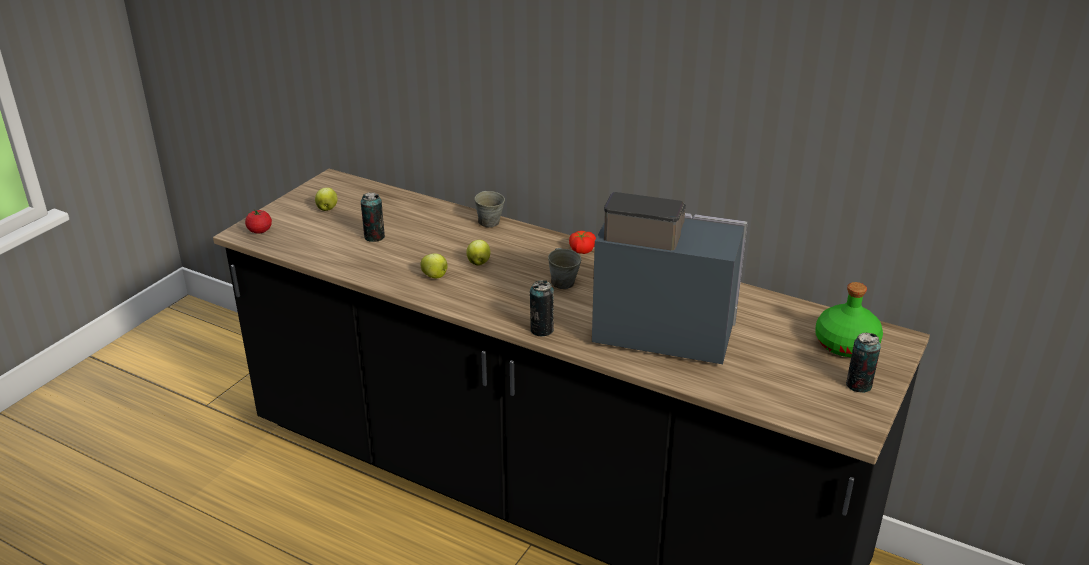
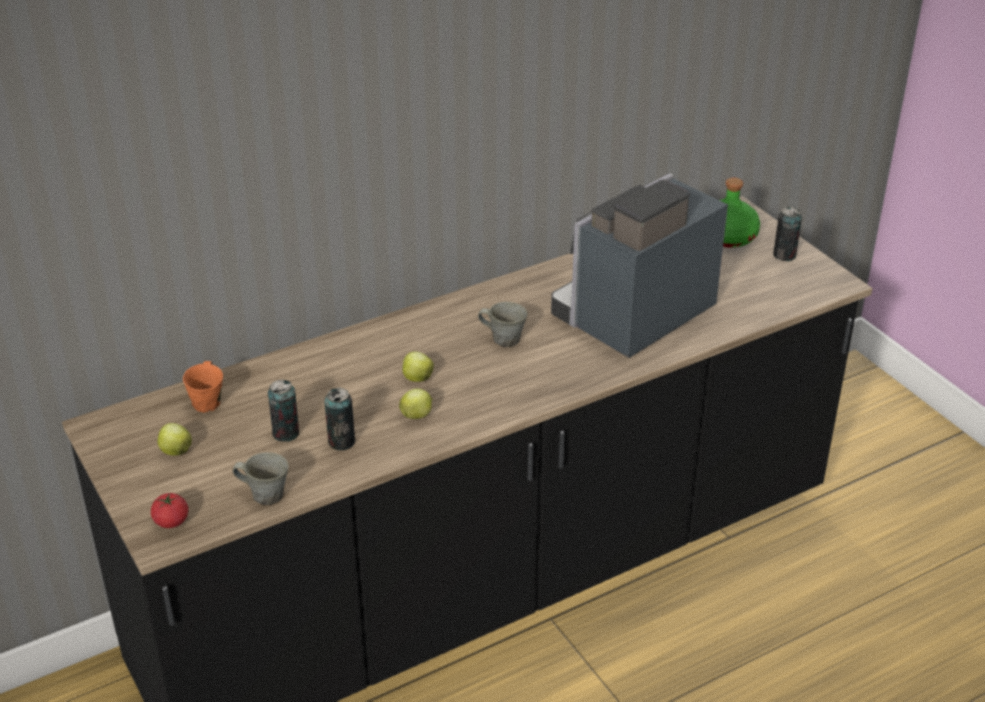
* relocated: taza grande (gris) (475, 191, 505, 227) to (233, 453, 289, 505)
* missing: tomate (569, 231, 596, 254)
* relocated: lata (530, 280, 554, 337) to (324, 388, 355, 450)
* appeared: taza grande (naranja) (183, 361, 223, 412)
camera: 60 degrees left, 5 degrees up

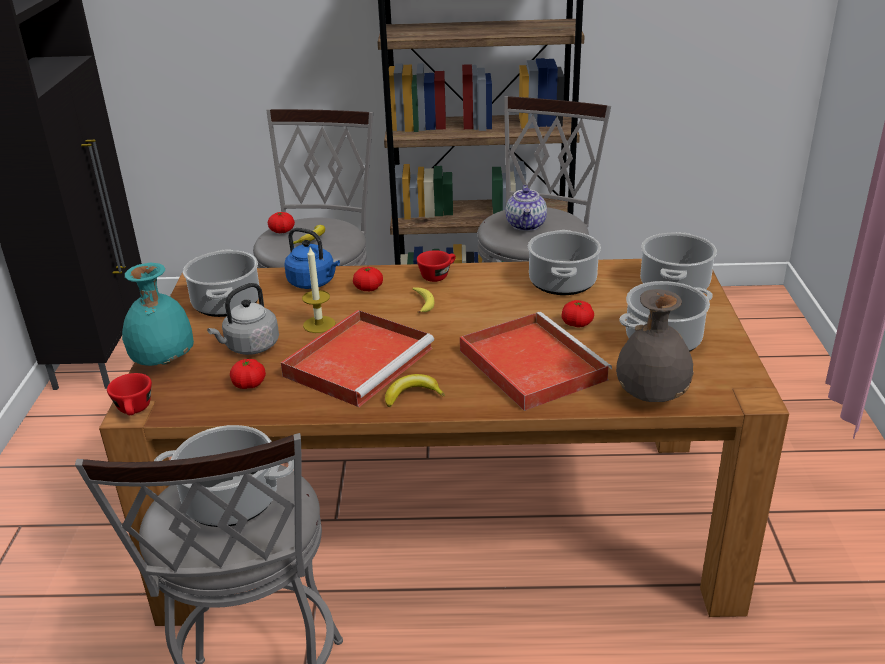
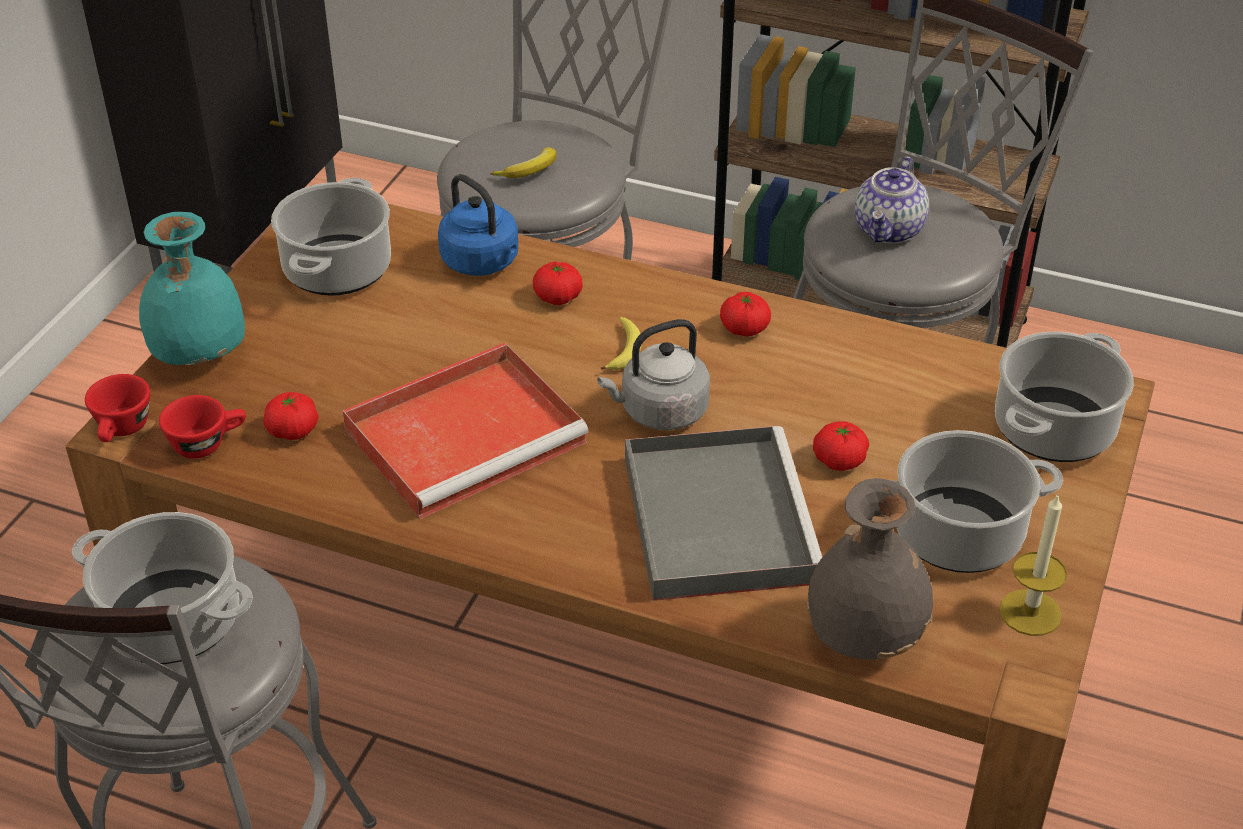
* relocated: tomate (268, 212, 295, 233) to (720, 292, 771, 337)
* missing: olla (528, 230, 601, 295)
* relocated: vela (302, 247, 335, 333) to (999, 493, 1067, 636)
* relocated: taza (rojo) (417, 250, 456, 282) to (159, 395, 246, 459)
* relocated: hervidor (gris) (207, 283, 279, 355) to (597, 319, 710, 430)
* colour: bandeja (rojo) (460, 312, 612, 411) to bandeja (gris) (625, 426, 822, 601)
* missing: plátano (385, 374, 445, 407)
camera: 20 degrees right, 10 degrees up

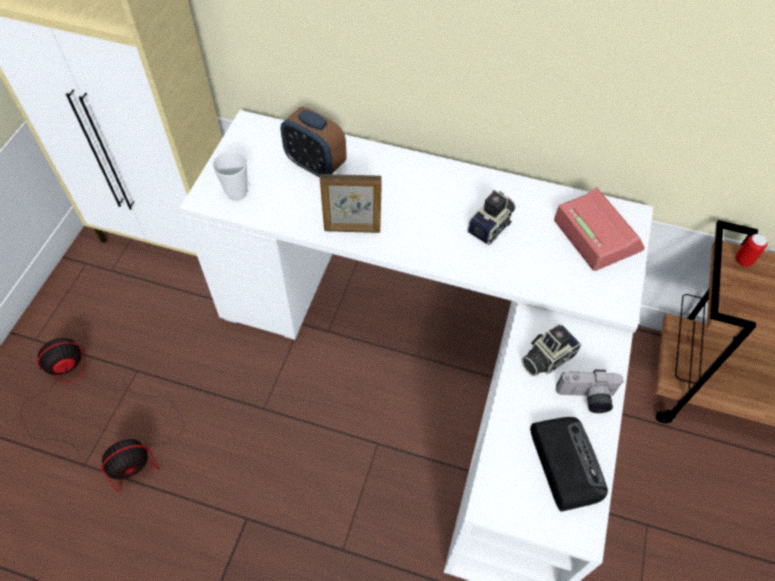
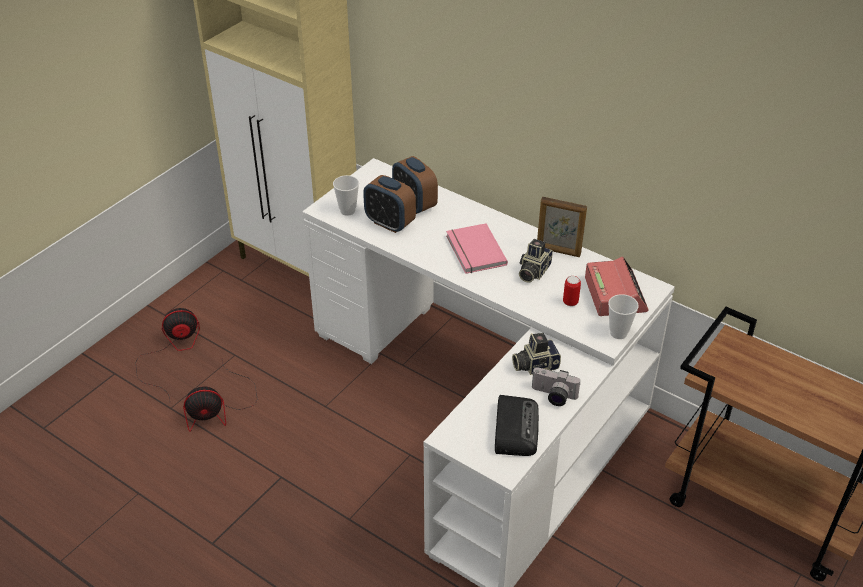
* relocated: portarretratos (320, 174, 382, 233) to (537, 197, 587, 257)
* spun: cámara (468, 189, 515, 245) = (519, 239, 553, 283) 150 degrees clockwise
* relocated: lata (735, 234, 768, 267) to (563, 276, 581, 306)
* appeared: despertador (363, 175, 416, 233)
* appeared: libro (rosa) (446, 223, 508, 274)
* appeared: taza (608, 294, 639, 339)
camera: 20 degrees right, 15 degrees down

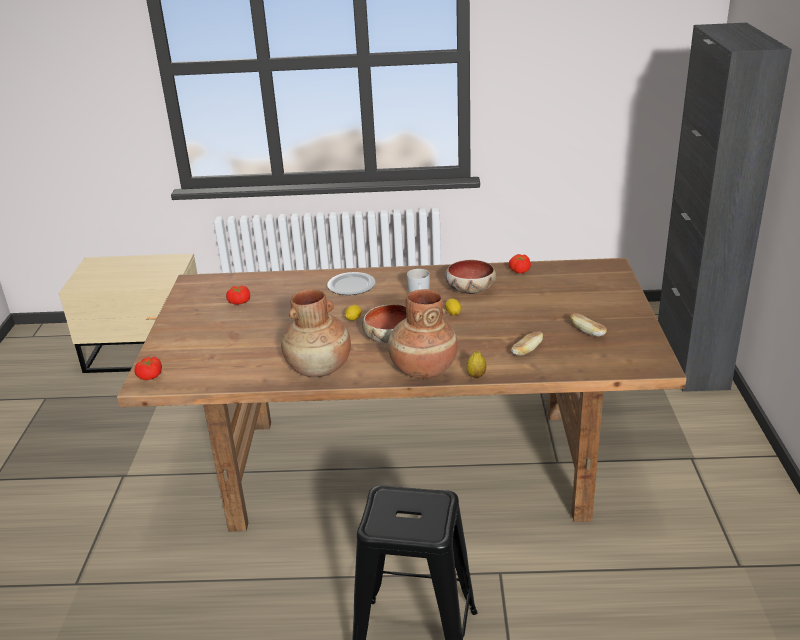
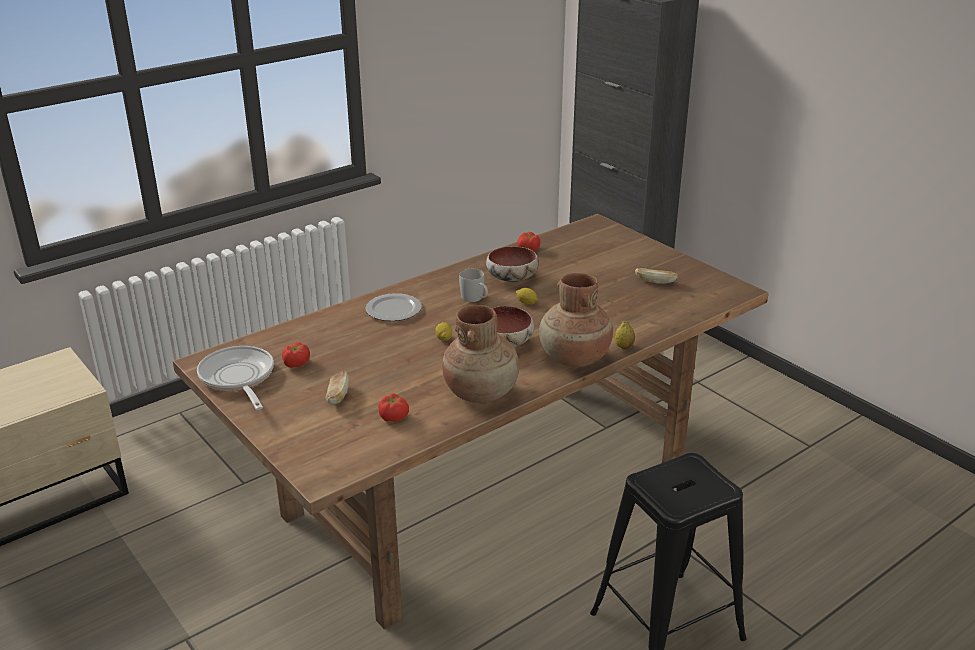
* relocated: pan (511, 331, 543, 356) to (326, 371, 349, 404)
* relocated: tomate (134, 357, 162, 380) to (378, 393, 409, 422)
* appeared: sartén (197, 346, 274, 410)
camera: 40 degrees left, 0 degrees up

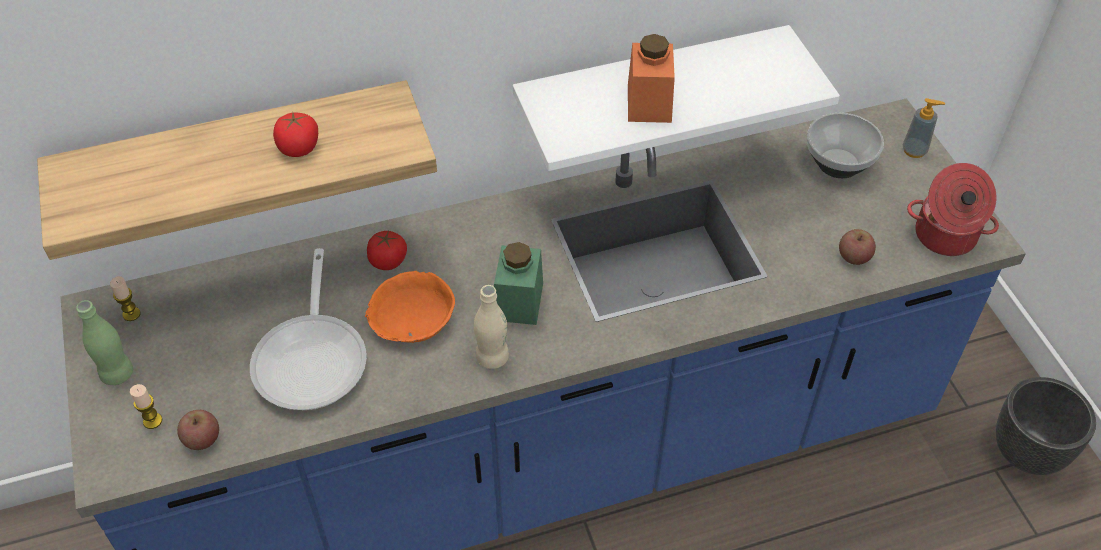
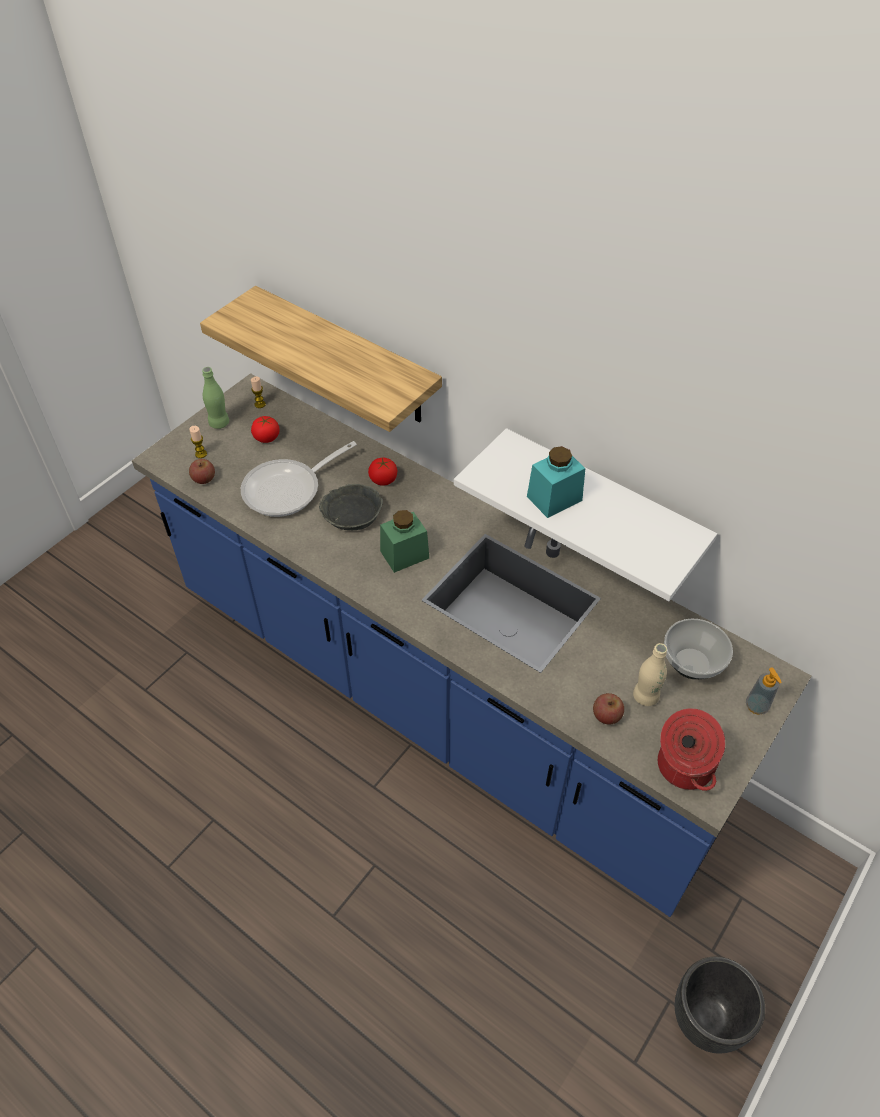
* colour: tarro (naranja) (628, 34, 675, 123) to tarro (turquesa) (527, 446, 585, 518)
* relocated: tomate (273, 112, 318, 157) to (251, 416, 280, 443)
* colour: cuenco (naranja) (365, 271, 455, 343) to cuenco (gris) (319, 484, 383, 530)
* relocated: botella (beis) (474, 285, 509, 369) to (633, 643, 667, 706)
camera: 55 degrees right, 0 degrees up

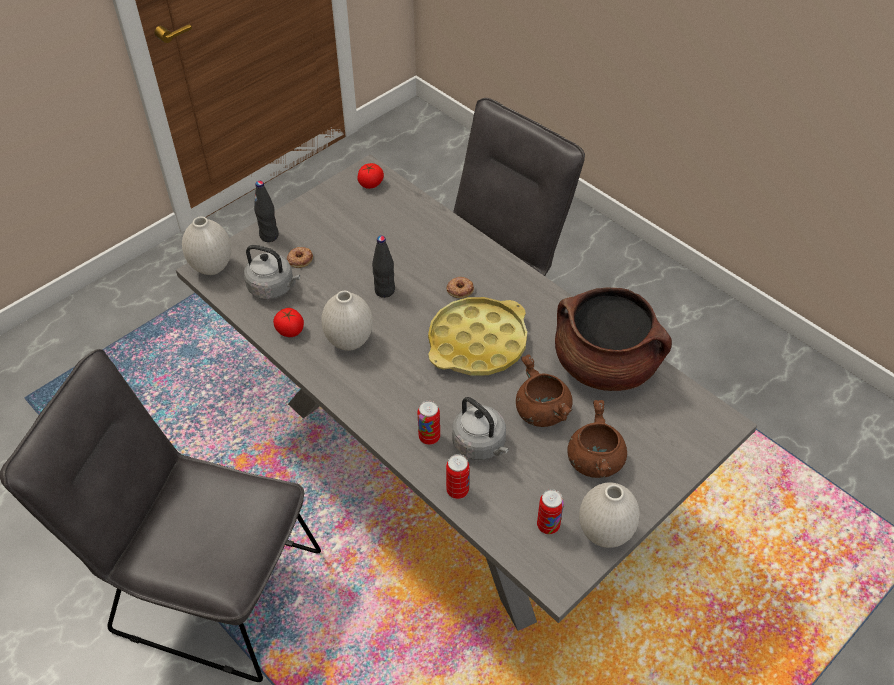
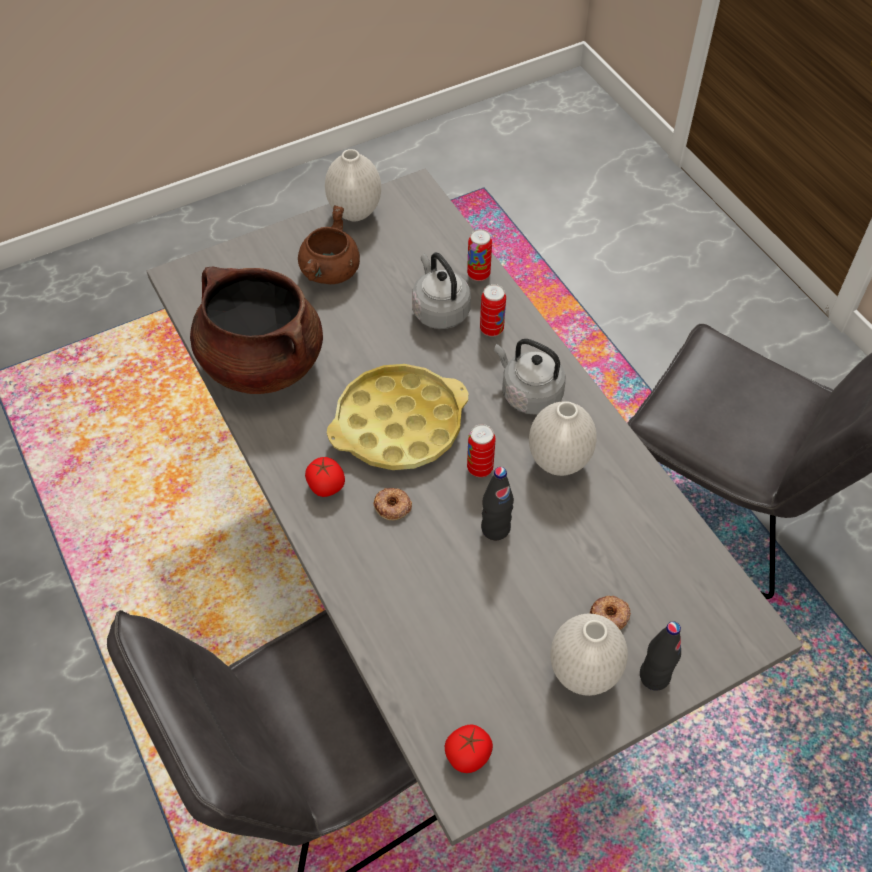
* relocated: florero (blanco) (182, 217, 231, 275) to (550, 614, 628, 696)
* relocated: hervidor (gris) (244, 245, 300, 300) to (494, 339, 566, 415)
* relocated: tomate (273, 308, 304, 337) to (305, 457, 345, 497)
* missing: olla (marrón) (516, 354, 573, 427)
* relocated: lata (537, 489, 564, 535) to (467, 424, 496, 477)
camera: 165 degrees left, 5 degrees up

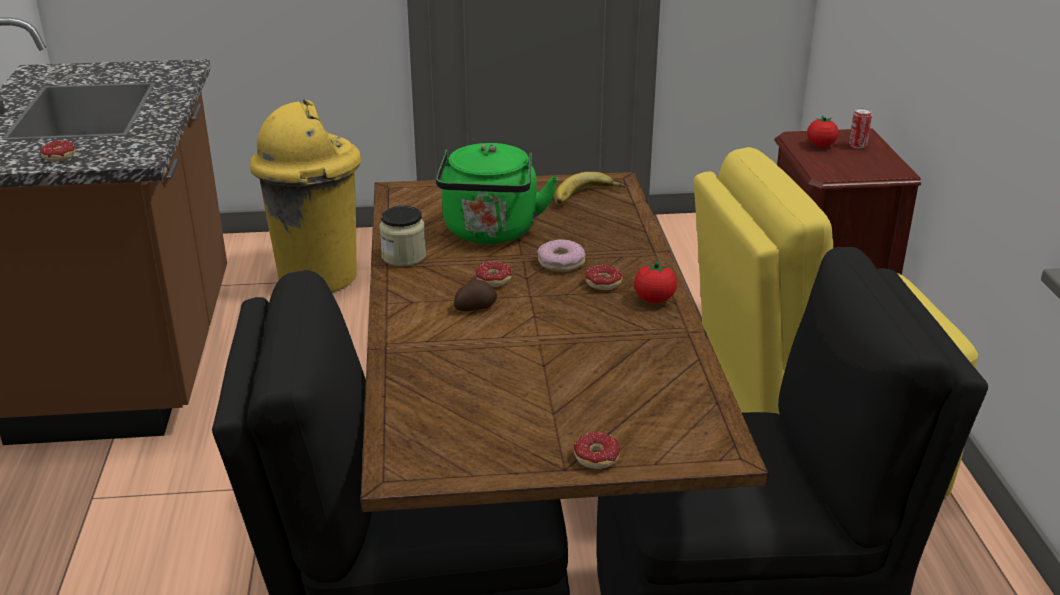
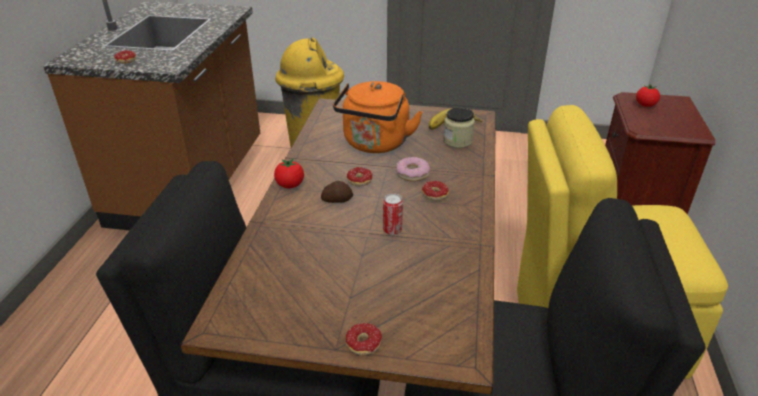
* relocated: lata (849, 108, 872, 148) to (383, 193, 403, 235)
* colour: hervidor (verde) (436, 143, 558, 244) to hervidor (naranja) (333, 81, 423, 153)
* relocated: tarro (379, 206, 426, 266) to (443, 107, 475, 148)
* relocated: tomate (634, 260, 677, 303) to (274, 158, 304, 188)
camera: 15 degrees right, 5 degrees up

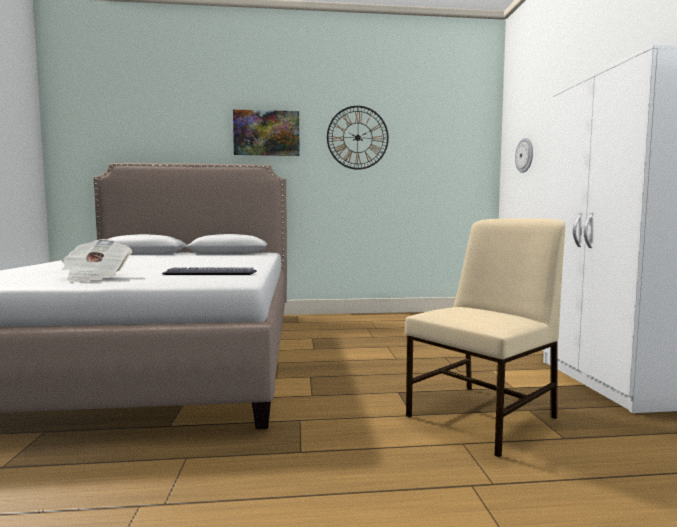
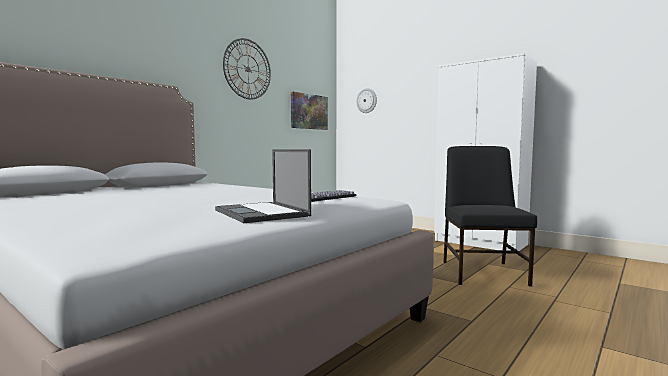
* relocated: cuadro (233, 110, 300, 156) to (291, 92, 328, 130)
* colour: silla (beis) (405, 218, 565, 457) to silla (negro) (443, 146, 537, 287)
* exchanged: periódico (62, 239, 132, 283) to portátil (215, 149, 311, 223)
camera: 45 degrees left, 0 degrees up

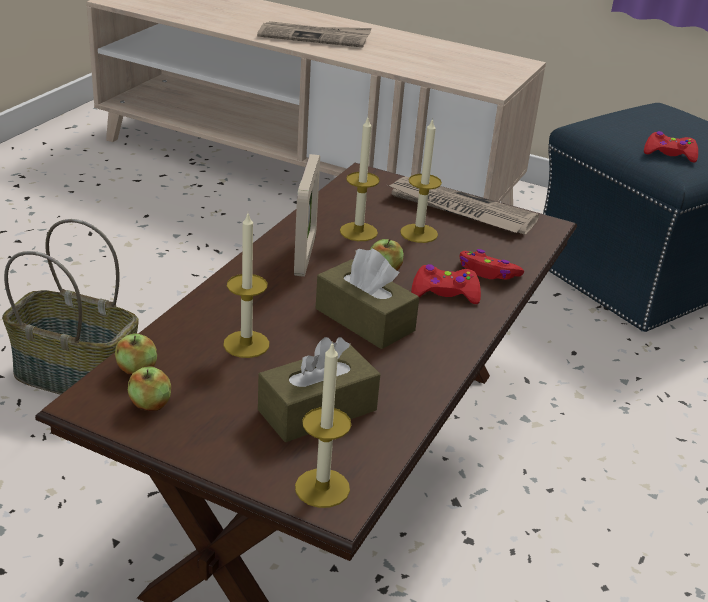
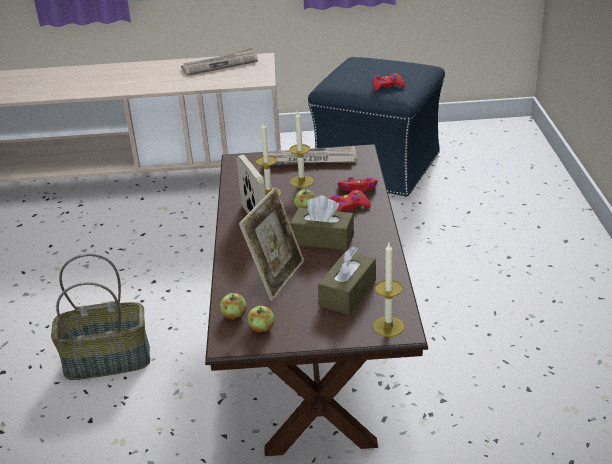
* relocated: periódico (257, 21, 371, 47) to (181, 48, 258, 76)
* exchanged: vela (223, 214, 269, 358) to portarretratos (239, 187, 304, 301)
camera: 25 degrees left, 0 degrees up

